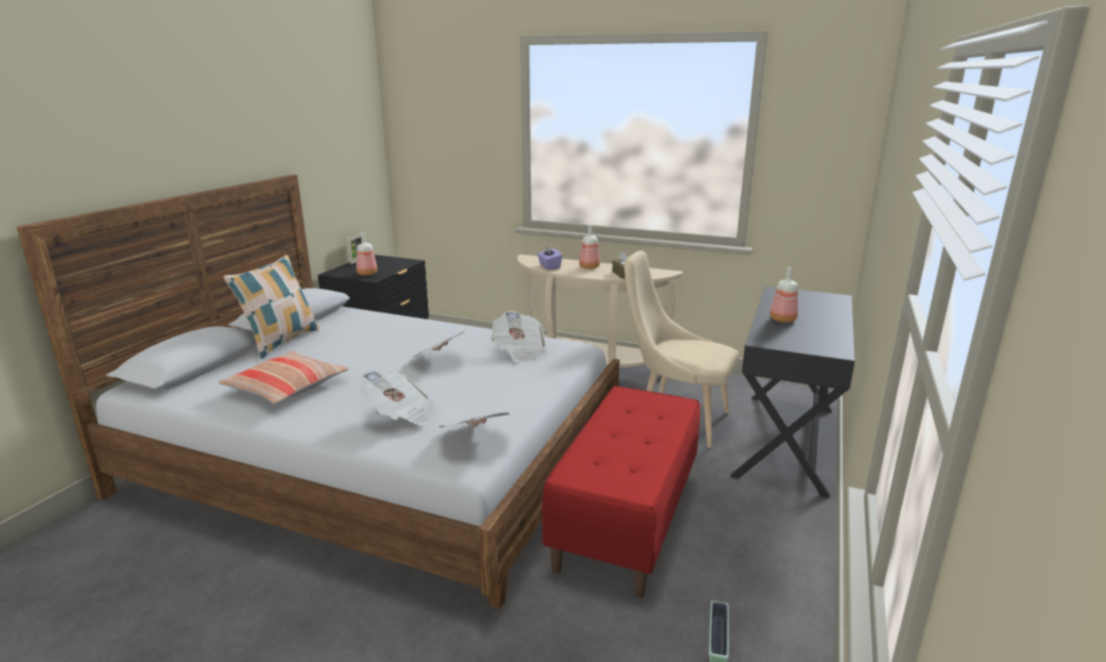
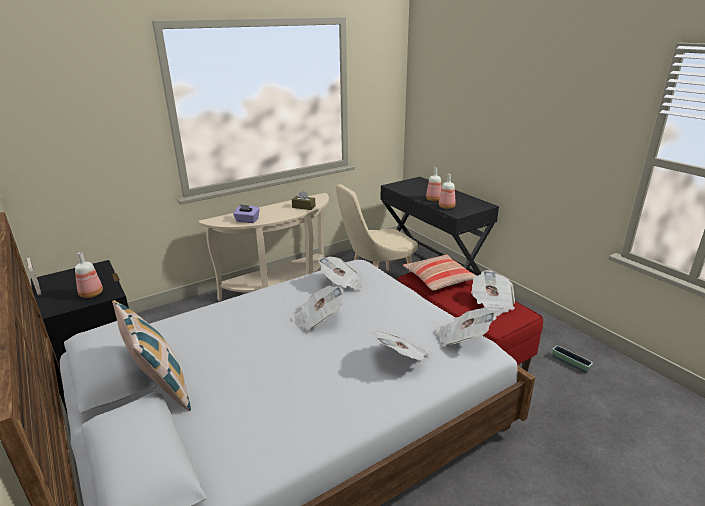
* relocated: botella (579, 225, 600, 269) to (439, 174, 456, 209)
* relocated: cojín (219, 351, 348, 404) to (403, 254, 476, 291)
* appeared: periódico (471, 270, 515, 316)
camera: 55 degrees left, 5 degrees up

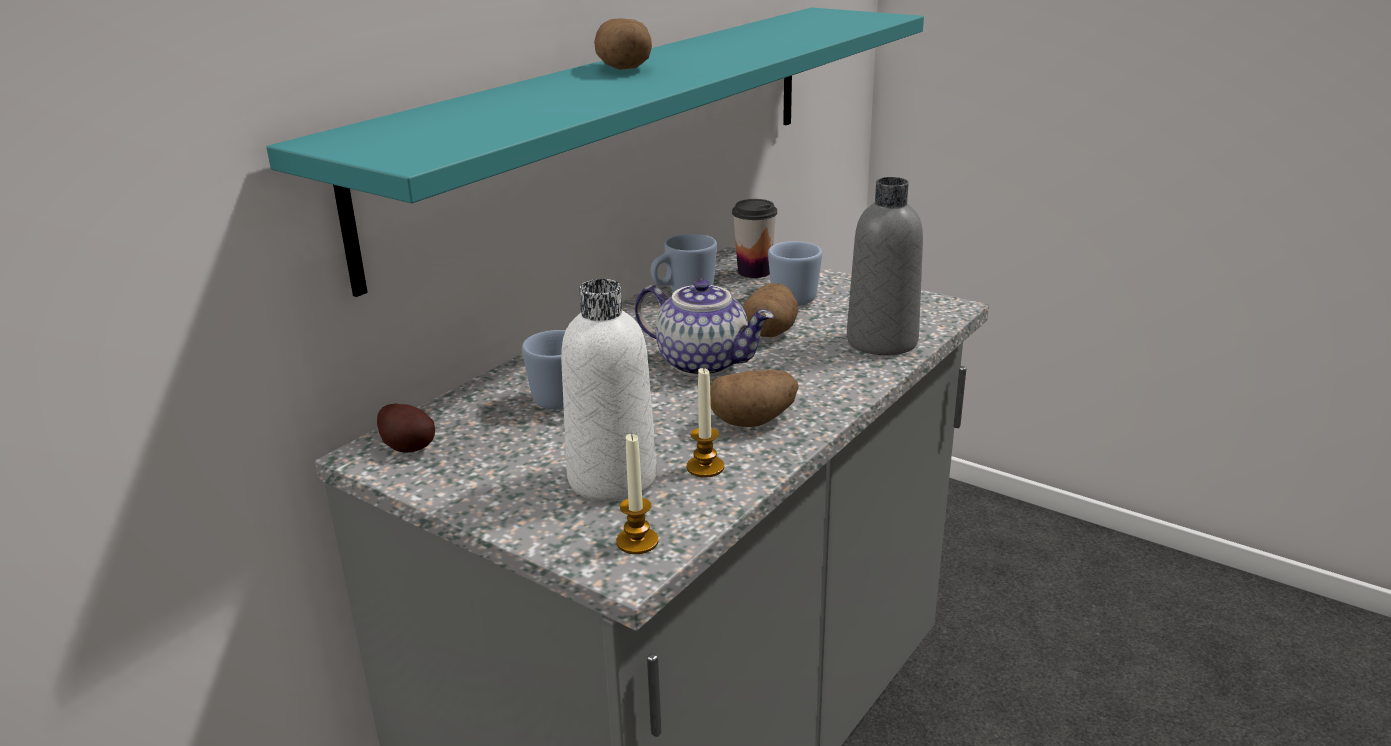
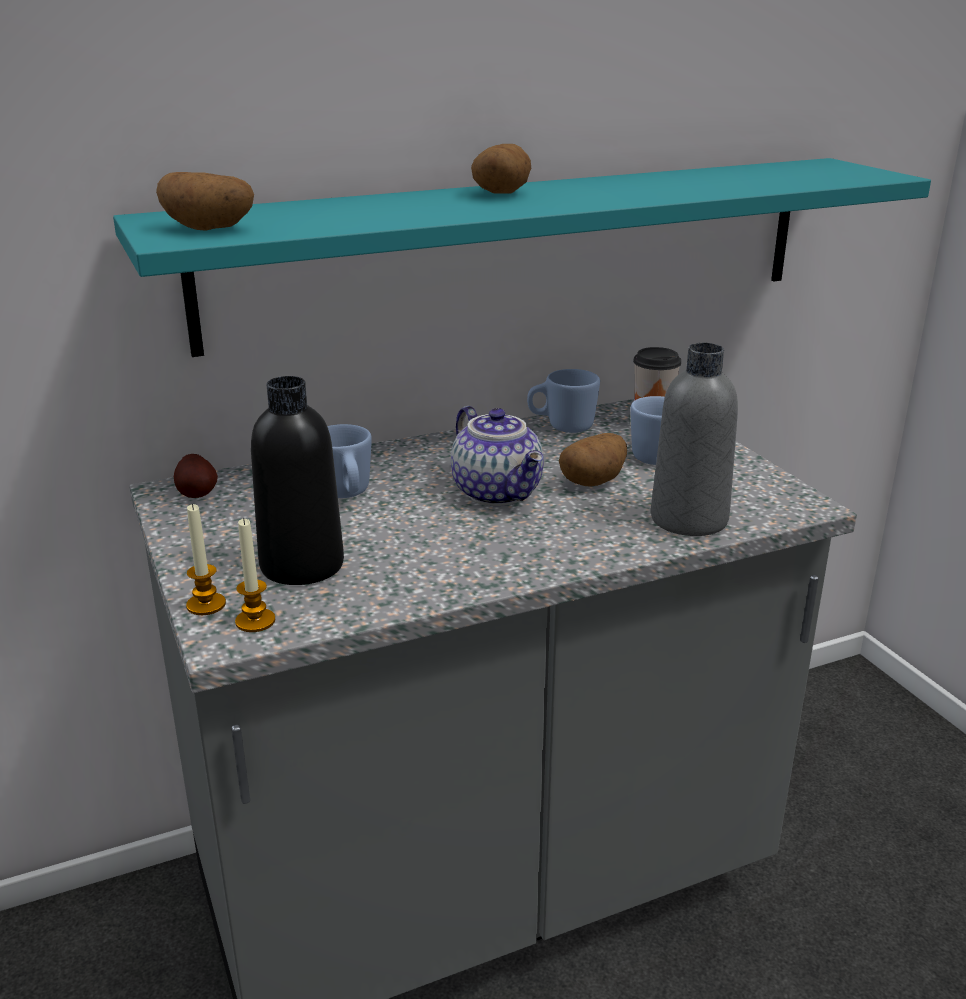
* colour: botella (blanco) (561, 279, 657, 501) to botella (negro) (251, 376, 344, 585)
* relocated: vela (687, 367, 724, 478) to (186, 503, 226, 615)
* relocated: patata (710, 370, 799, 427) to (156, 172, 254, 231)
camera: 30 degrees right, 0 degrees up

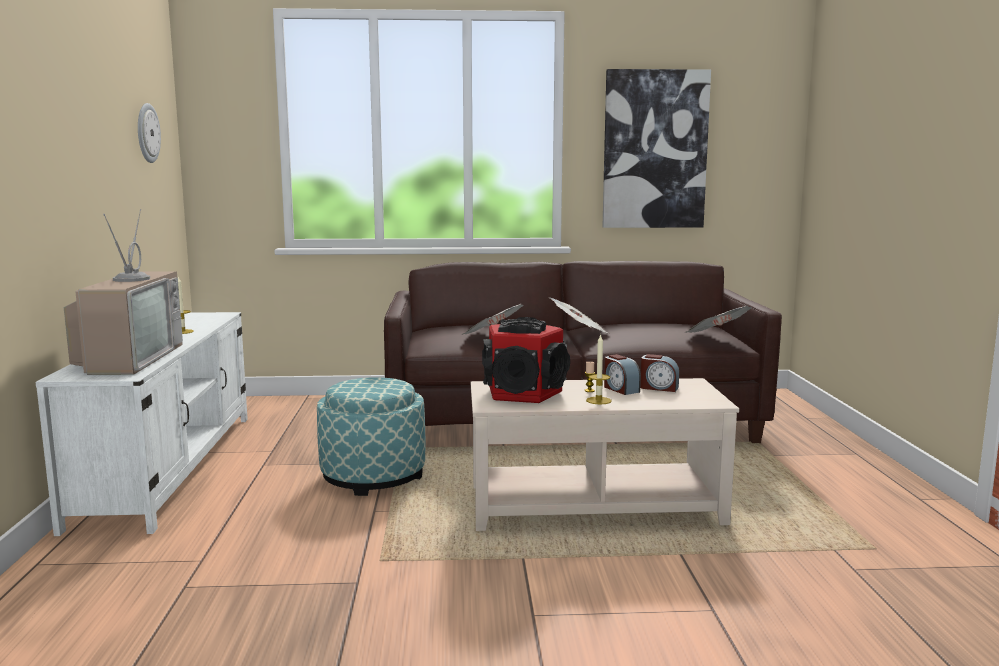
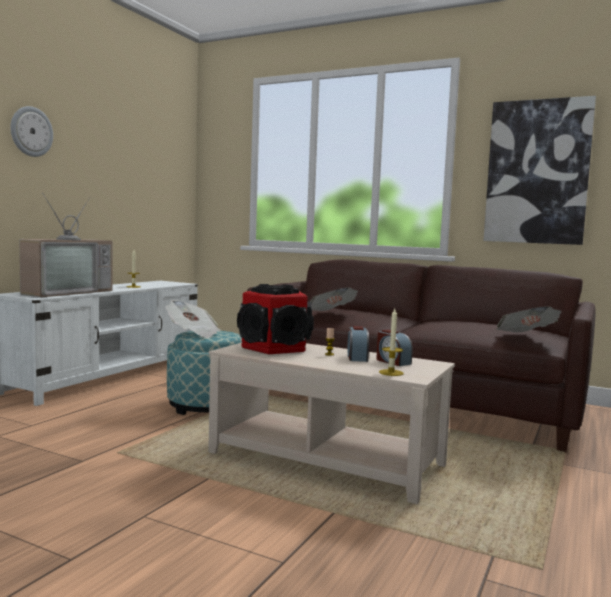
* relocated: reloj de pared (138, 103, 161, 163) to (10, 106, 53, 157)
* relocated: periódico (548, 297, 609, 334) to (165, 300, 221, 338)
* relocated: vela (586, 334, 612, 404) to (379, 309, 404, 376)
camera: 30 degrees right, 5 degrees down

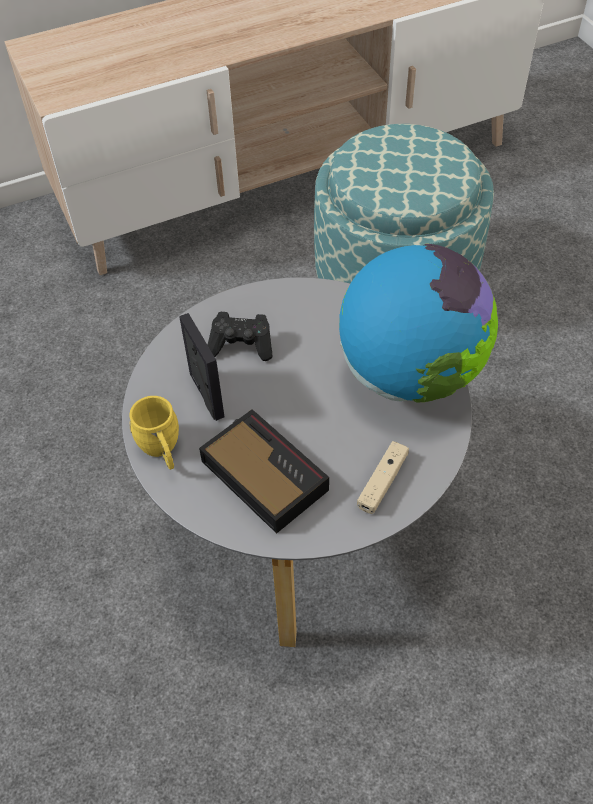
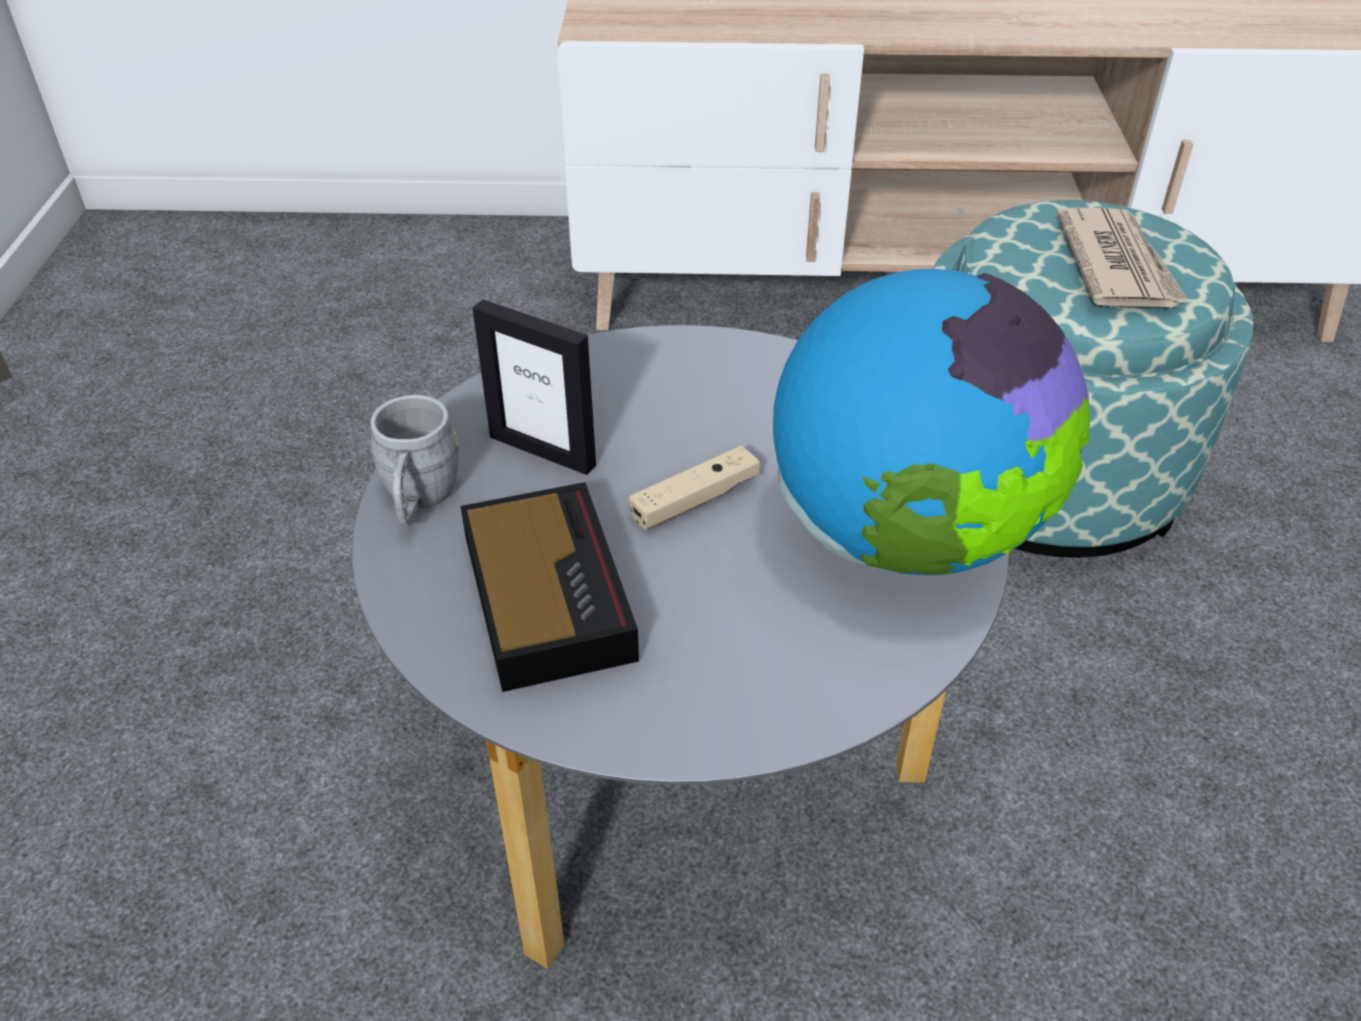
* missing: mando de consola (negro) (208, 312, 273, 361)
* spun: portarretratos (179, 313, 225, 421) = (473, 299, 596, 475) 120 degrees clockwise
* colour: taza grande (amarillo) (129, 396, 179, 470) to taza grande (gris) (370, 395, 459, 526)
* relocated: mando de consola (beis) (357, 441, 409, 514) to (629, 445, 760, 530)
* appeared: periódico (1056, 208, 1190, 307)
camera: 25 degrees right, 10 degrees down

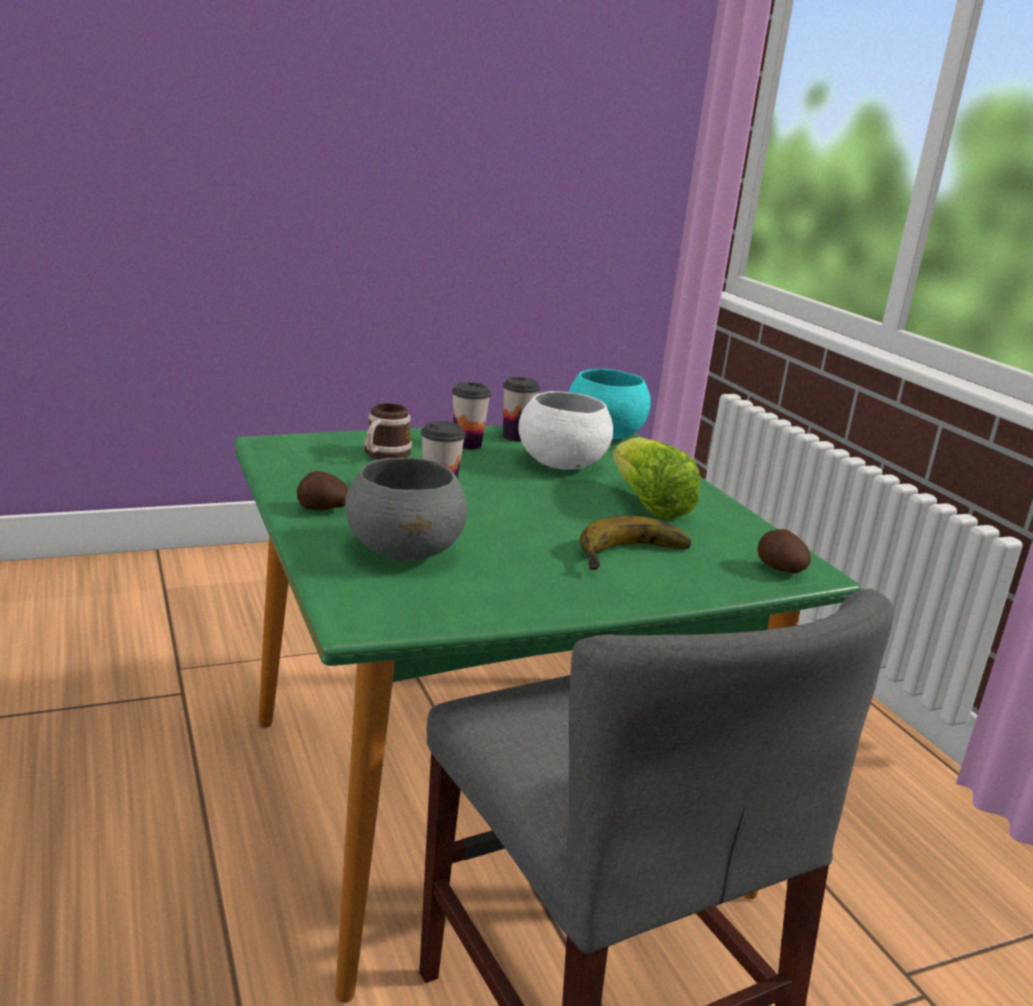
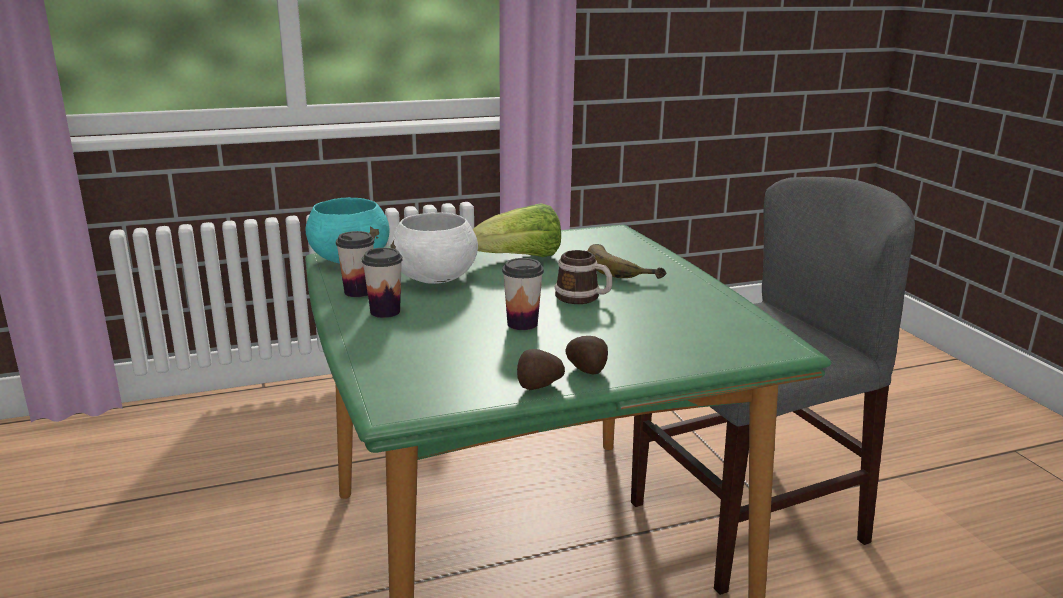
* relocated: taza grande (364, 403, 412, 459) to (555, 250, 612, 304)
* missing: cuenco (gris) (345, 457, 467, 561)
* relocated: patata (757, 529, 811, 574) to (517, 349, 565, 390)
camera: 85 degrees left, 0 degrees up

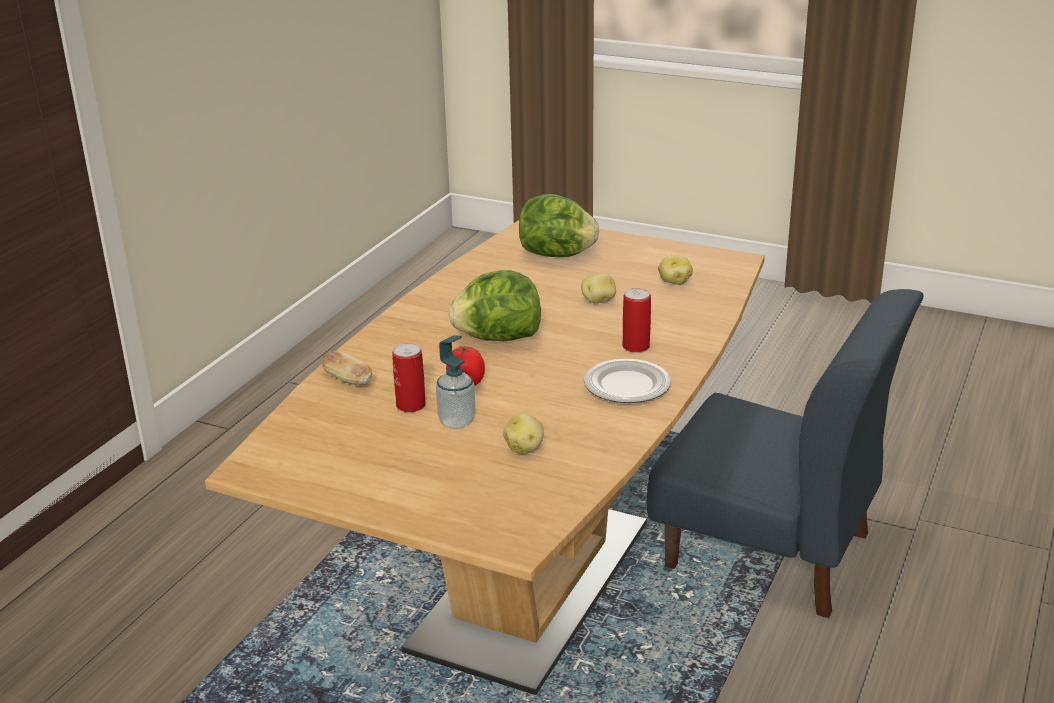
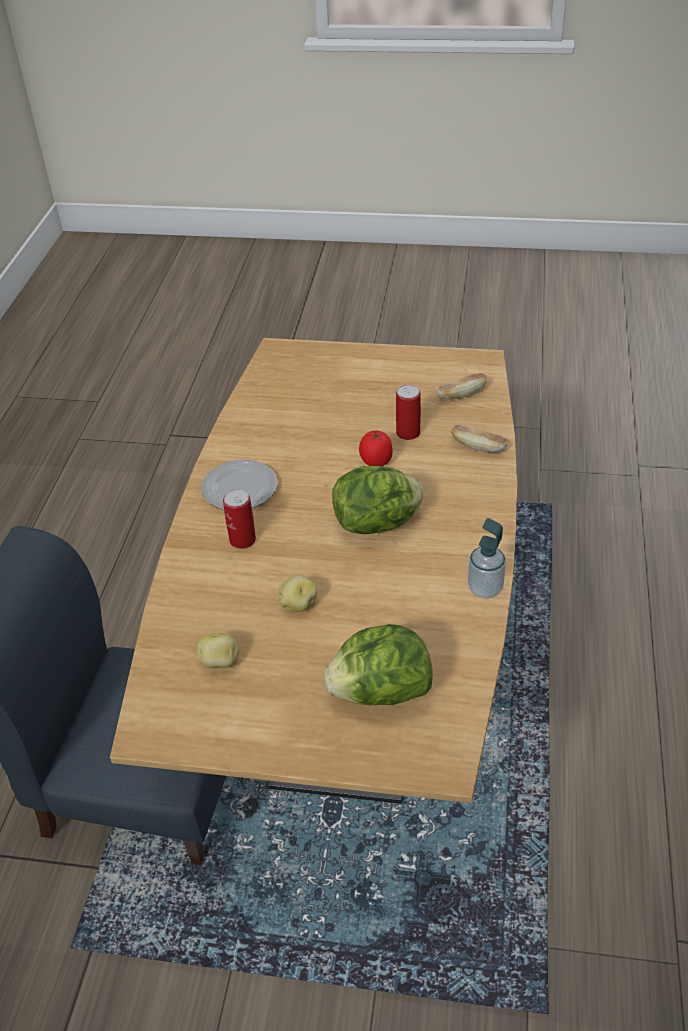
* relocated: dispensador de jabón (436, 336, 476, 429) to (468, 518, 506, 598)
* missing: patata (503, 414, 544, 454)
* appeared: pan (437, 373, 487, 400)
camera: 165 degrees right, 15 degrees up

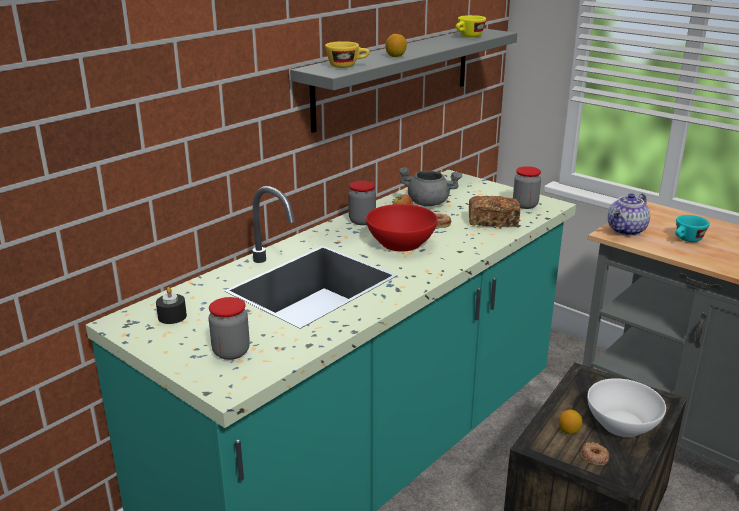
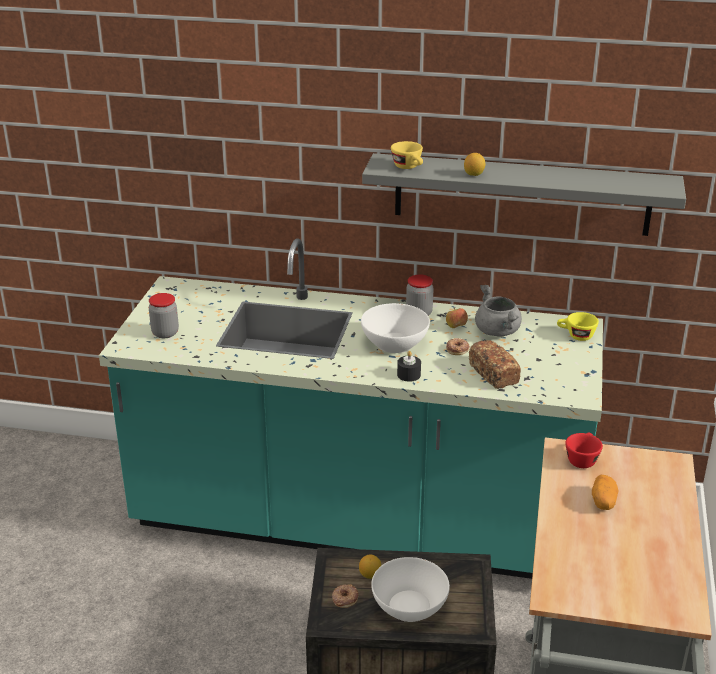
* relocated: taza (amarillo) (456, 15, 486, 37) to (557, 312, 599, 341)
* missing: tarro (513, 166, 541, 209)
* exchanged: tetera (608, 193, 650, 236) to taza (rojo) (565, 432, 603, 468)
* colour: cuenco (rojo) (366, 204, 438, 251) to cuenco (blanco) (361, 303, 430, 353)
* exchanged: taza (turquesa) (675, 215, 710, 242) to patata (592, 475, 618, 510)
* relocated: vela (negro) (156, 287, 187, 324) to (397, 351, 421, 382)
camera: 60 degrees right, 5 degrees up

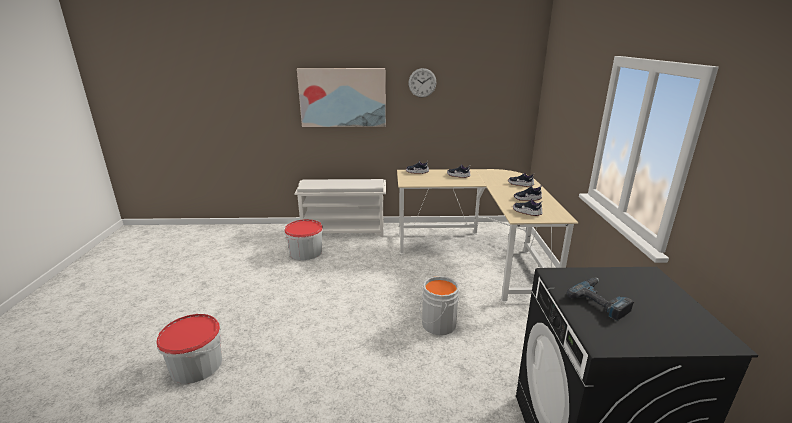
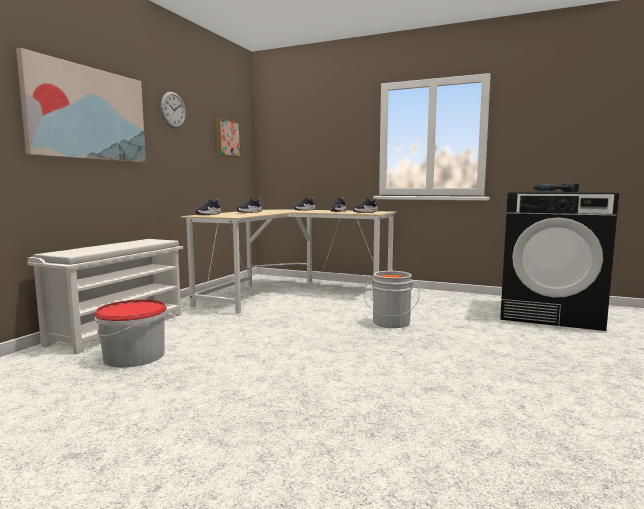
* missing: cubo (156, 314, 222, 384)
* appeared: cuadro (216, 118, 241, 157)
camera: 65 degrees left, 15 degrees down

